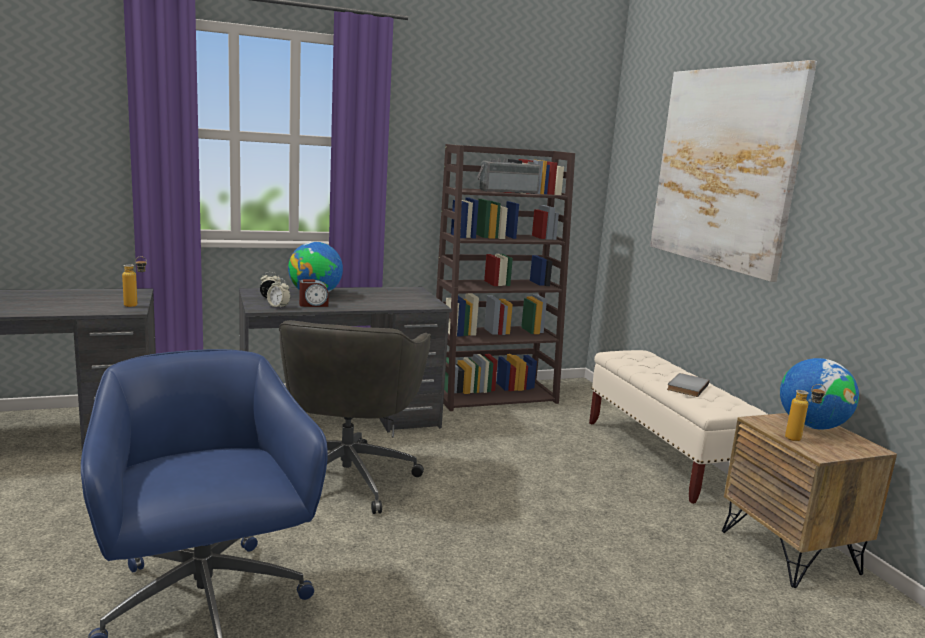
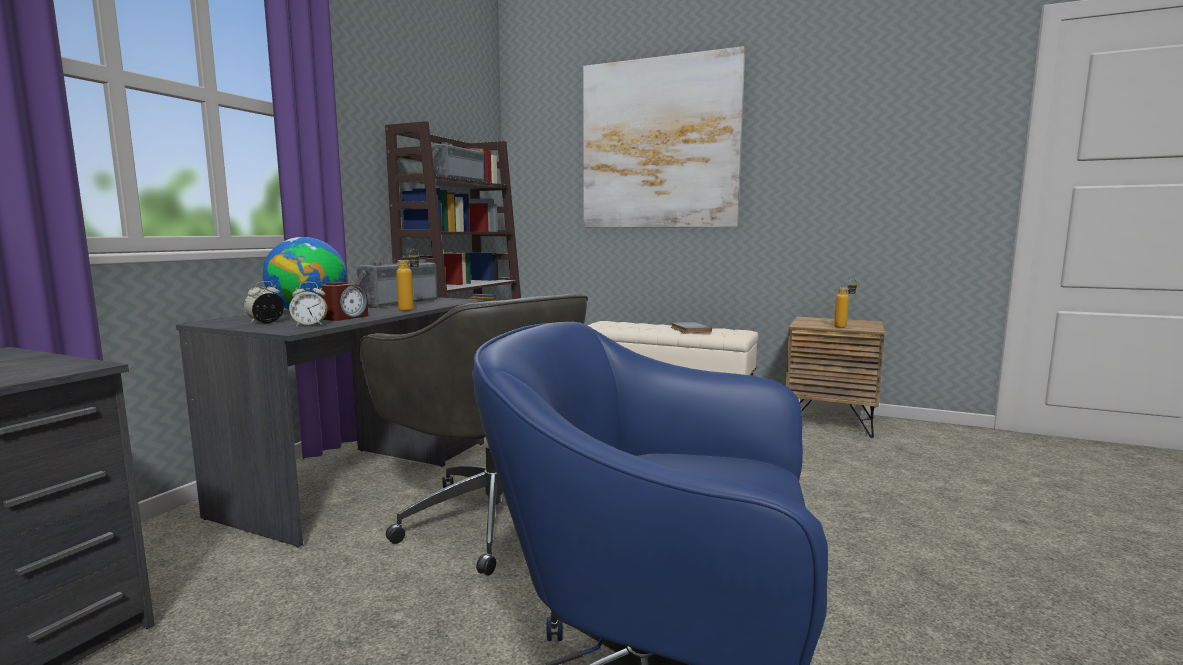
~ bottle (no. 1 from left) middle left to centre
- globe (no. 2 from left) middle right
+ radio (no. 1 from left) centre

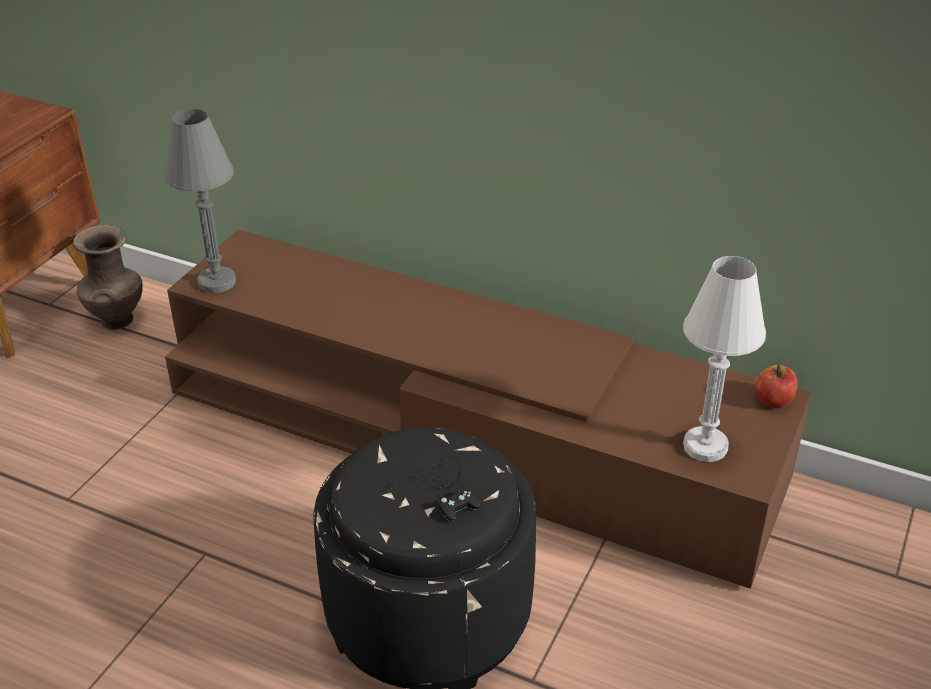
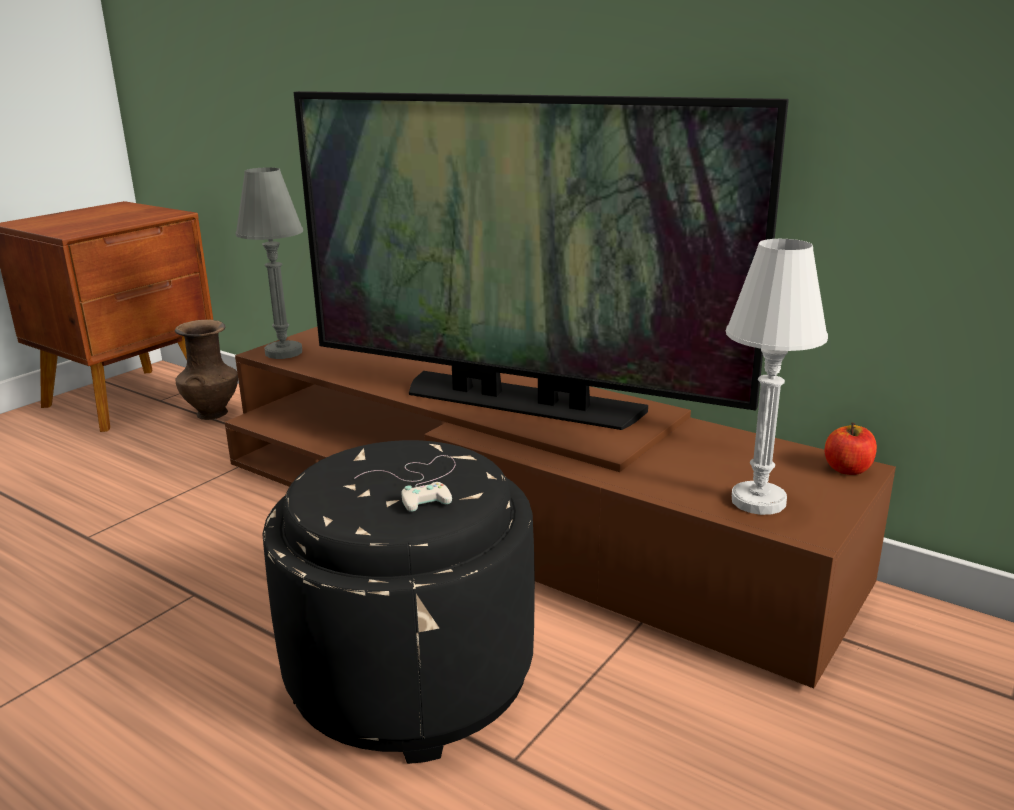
~ game controller/black bottom centre to game controller/white centre
+ television top centre

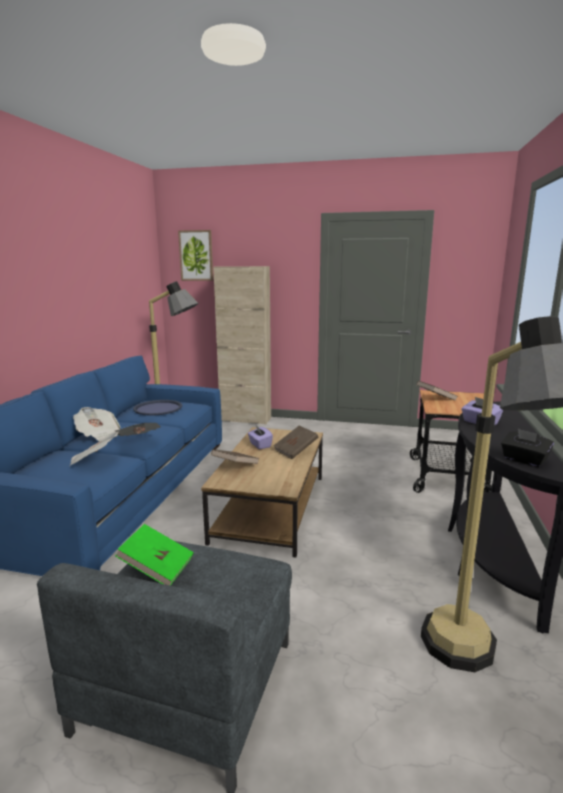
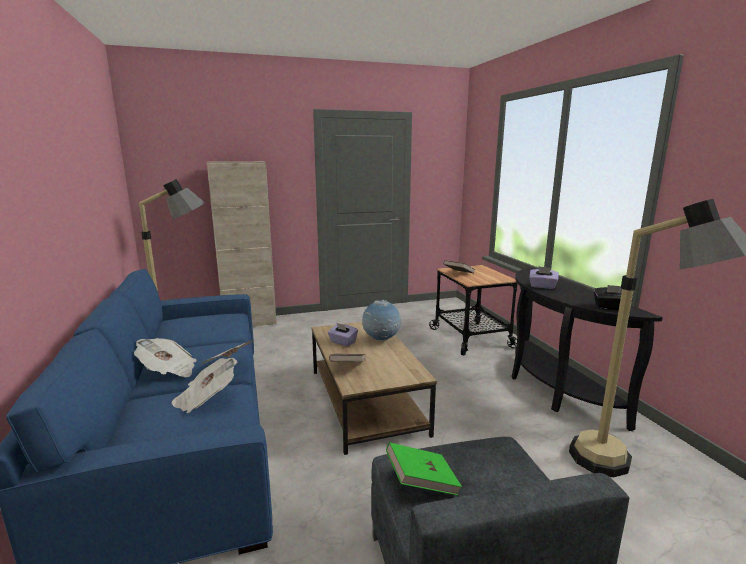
- tray/blue middle left
- picture top centre
~ book/brown (no. 2 from left) centre to globe centre

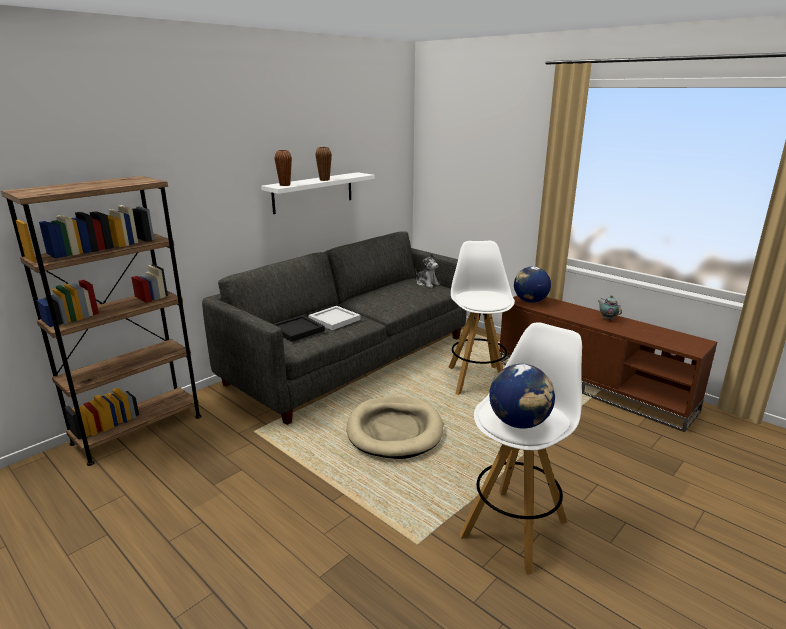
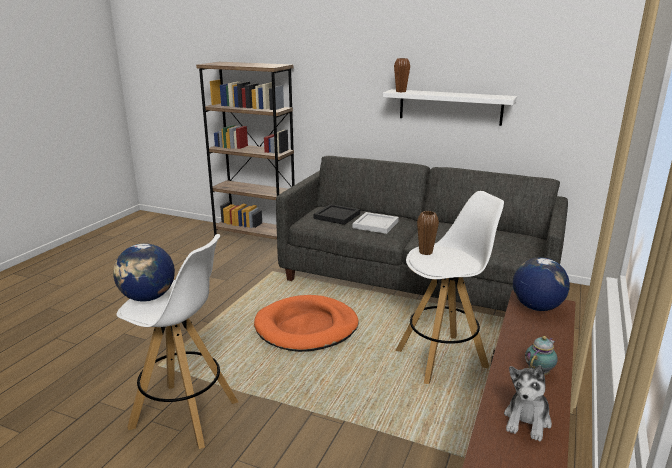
~ vase/brown (no. 2 from left) top centre to centre
~ dog bed/beige bottom centre to dog bed/orange bottom centre
~ plush toy centre to bottom right

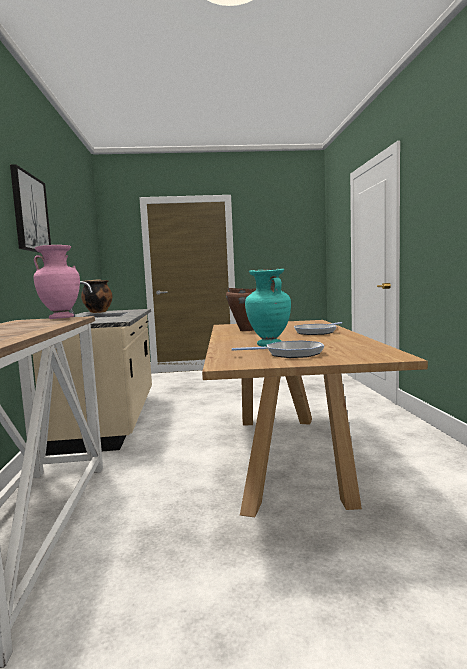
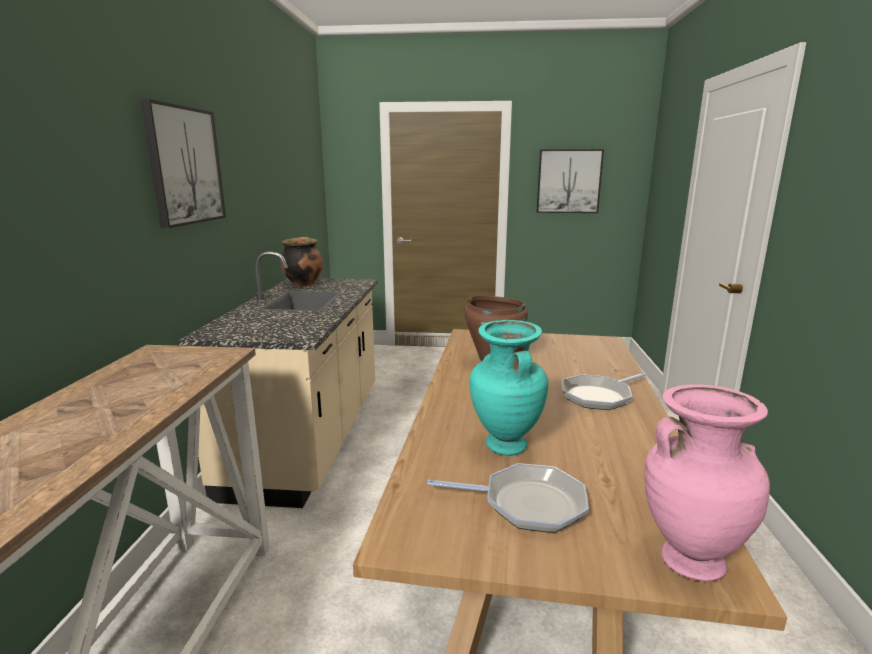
~ vase/pink middle left to bottom right
+ picture (no. 2 from left) top centre

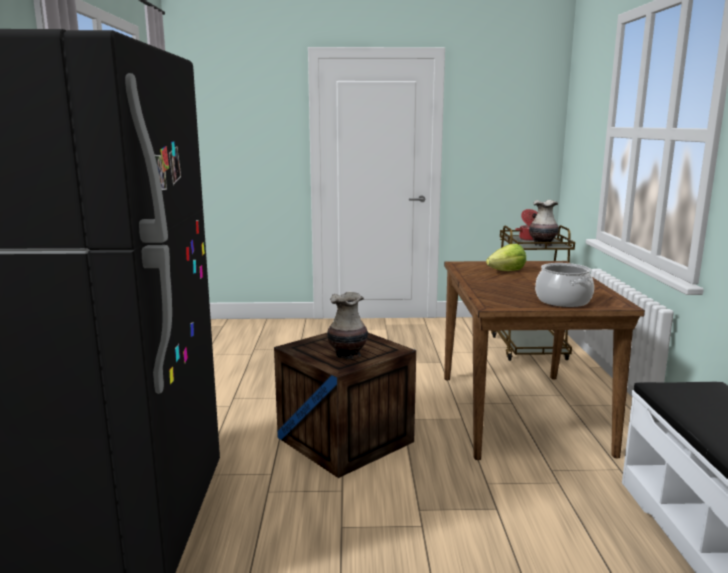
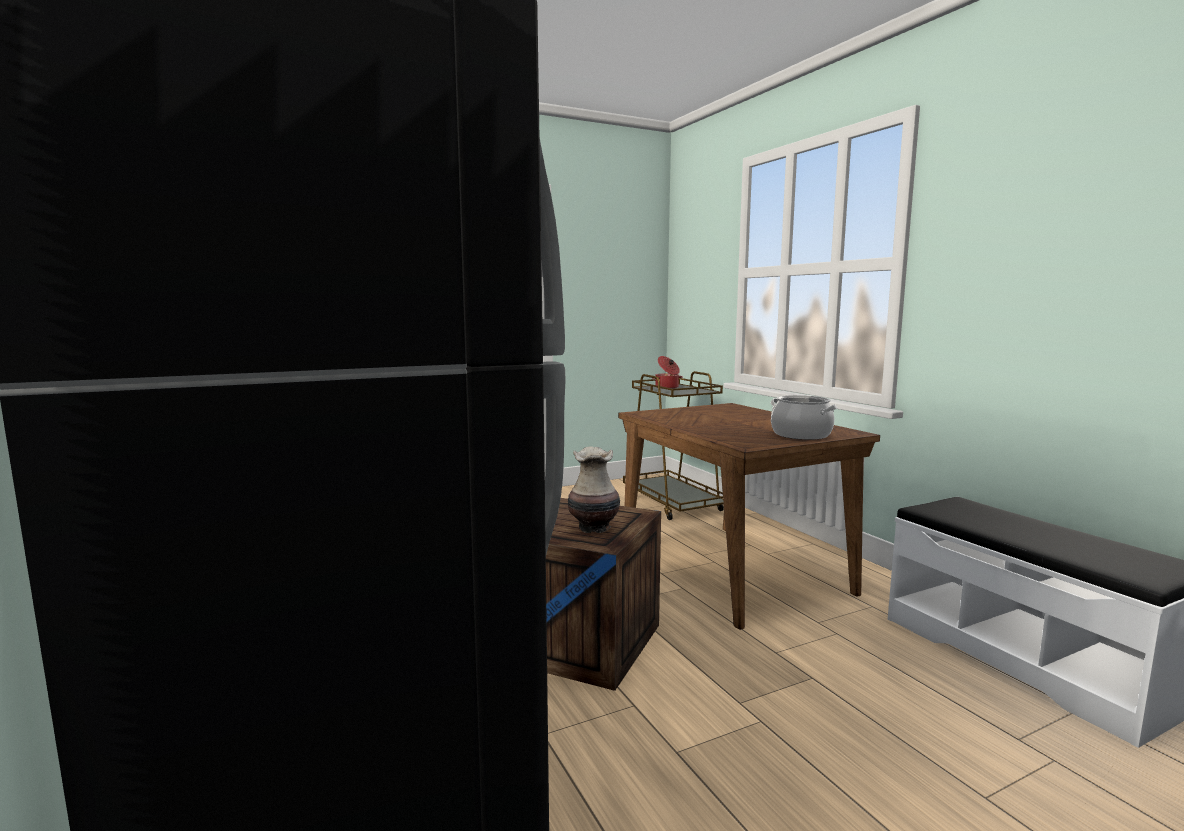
- lettuce middle right
- vase (no. 2 from left) middle right

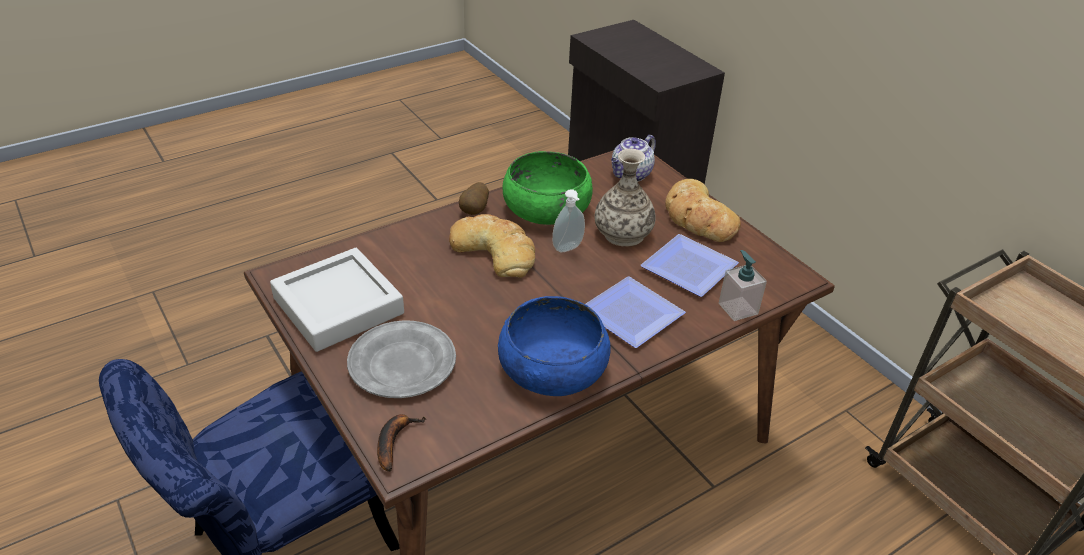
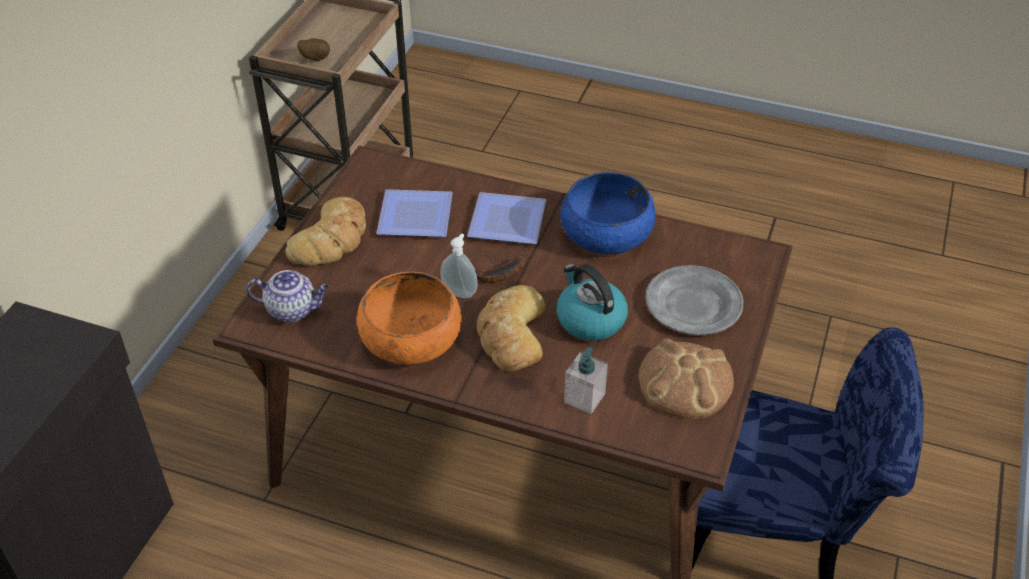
~ tray/grey middle left to bread (no. 3 from left) middle right
~ banana bottom centre to centre
~ potato centre to top left
~ bowl/green centre to bowl/orange centre
- vase centre
~ soap dispenser (no. 2 from left) middle right to centre
+ kettle centre

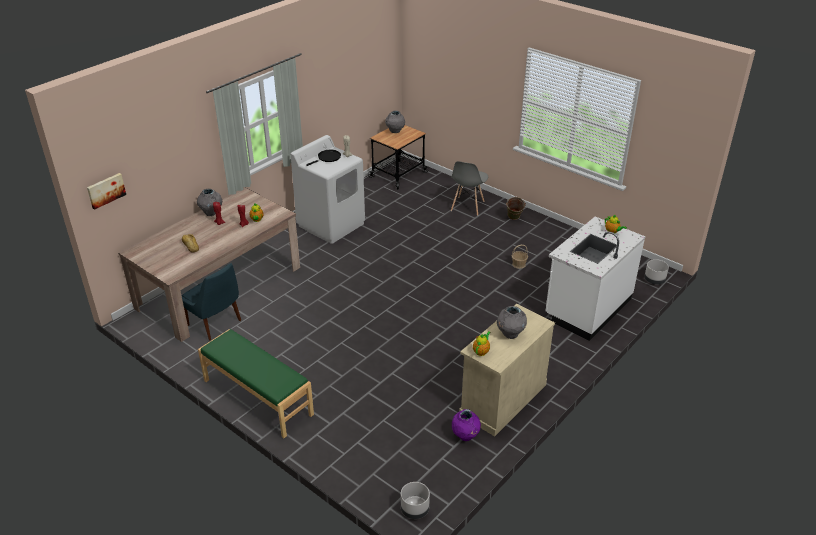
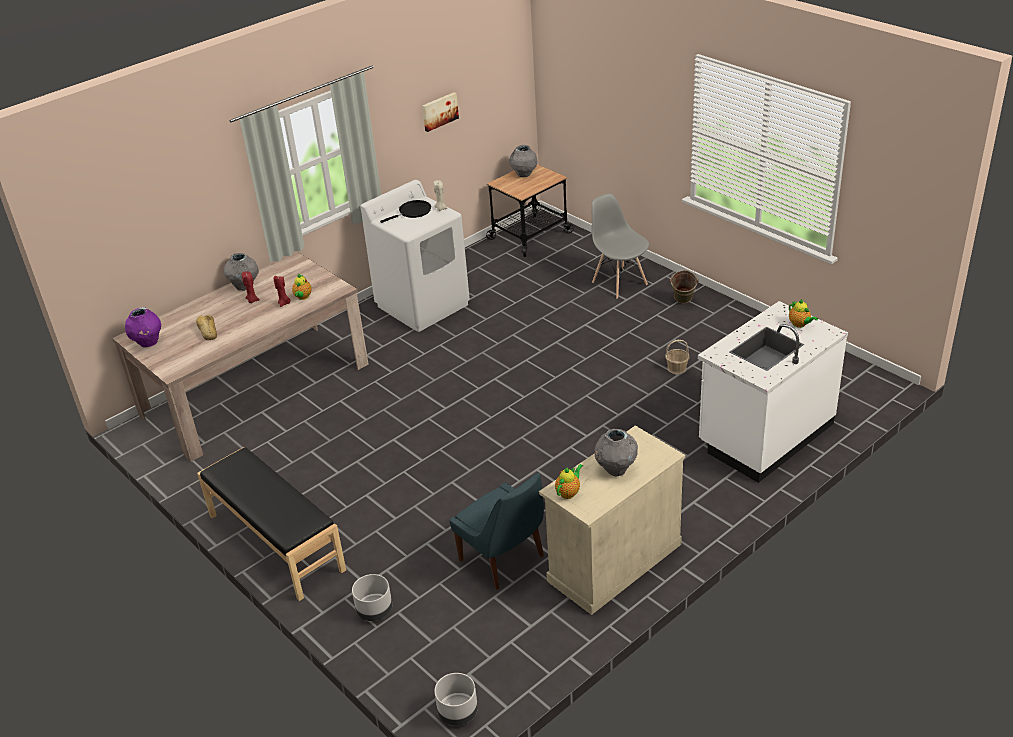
~ picture middle left to top centre
~ chair/blue middle left to bottom centre
~ bench/green bottom left to bench/black bottom left
~ chair/grey centre = centre 120 degrees clockwise
~ vase/purple bottom centre to middle left
~ planter/grey (no. 2 from left in the first image) middle right to planter/grey (no. 1 from left) bottom centre

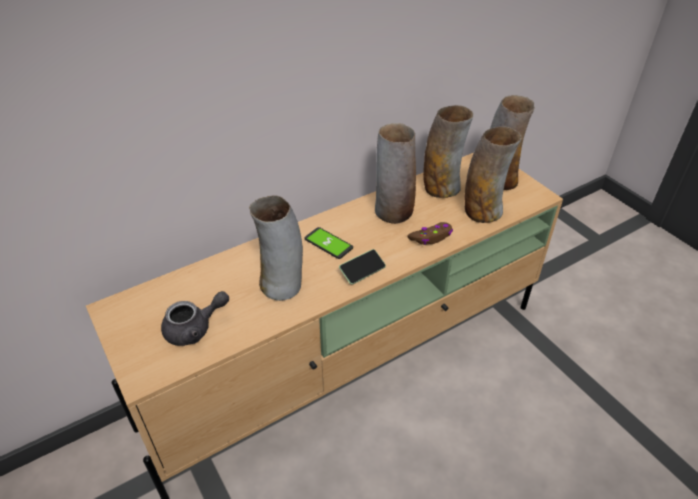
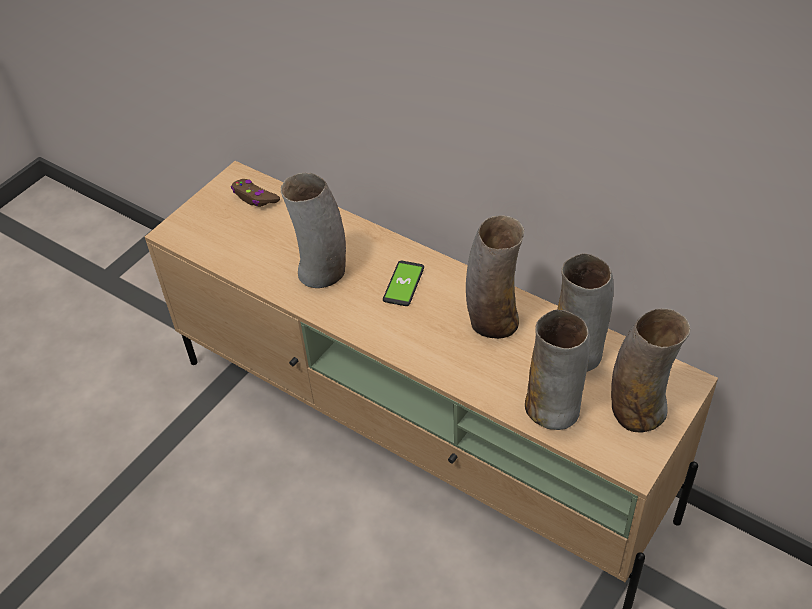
- teapot/grey middle left
- phone (no. 2 from left) centre
~ game controller/brown centre to top left

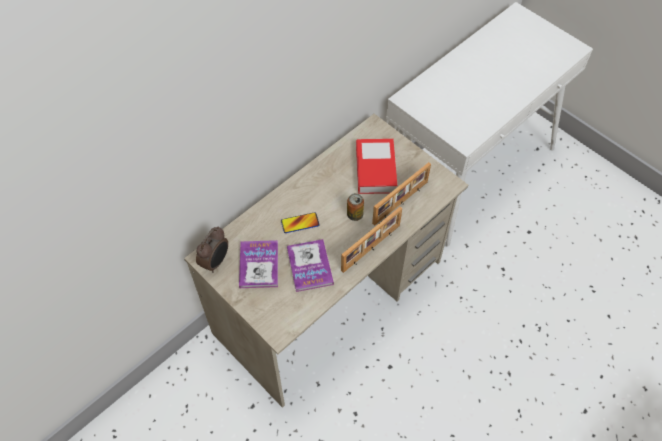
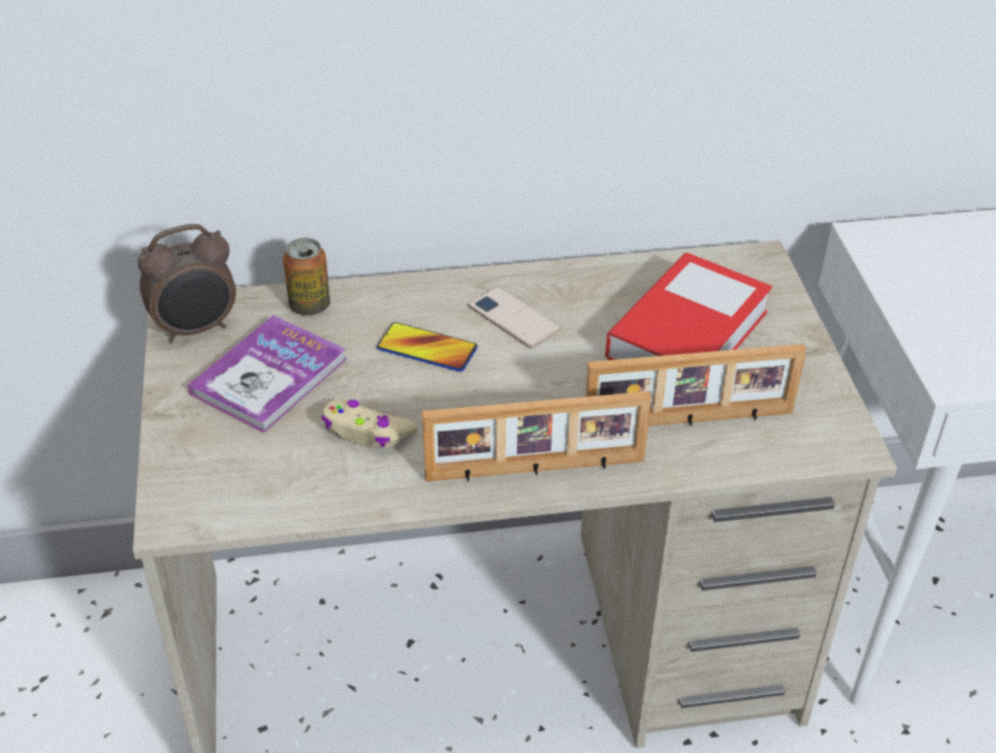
~ book (no. 2 from left) centre to game controller/beige centre
~ can centre to middle left
+ phone (no. 2 from left) centre

